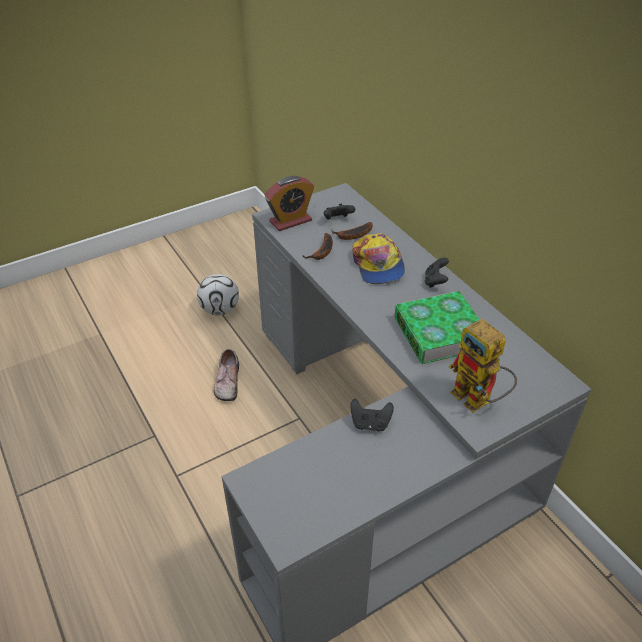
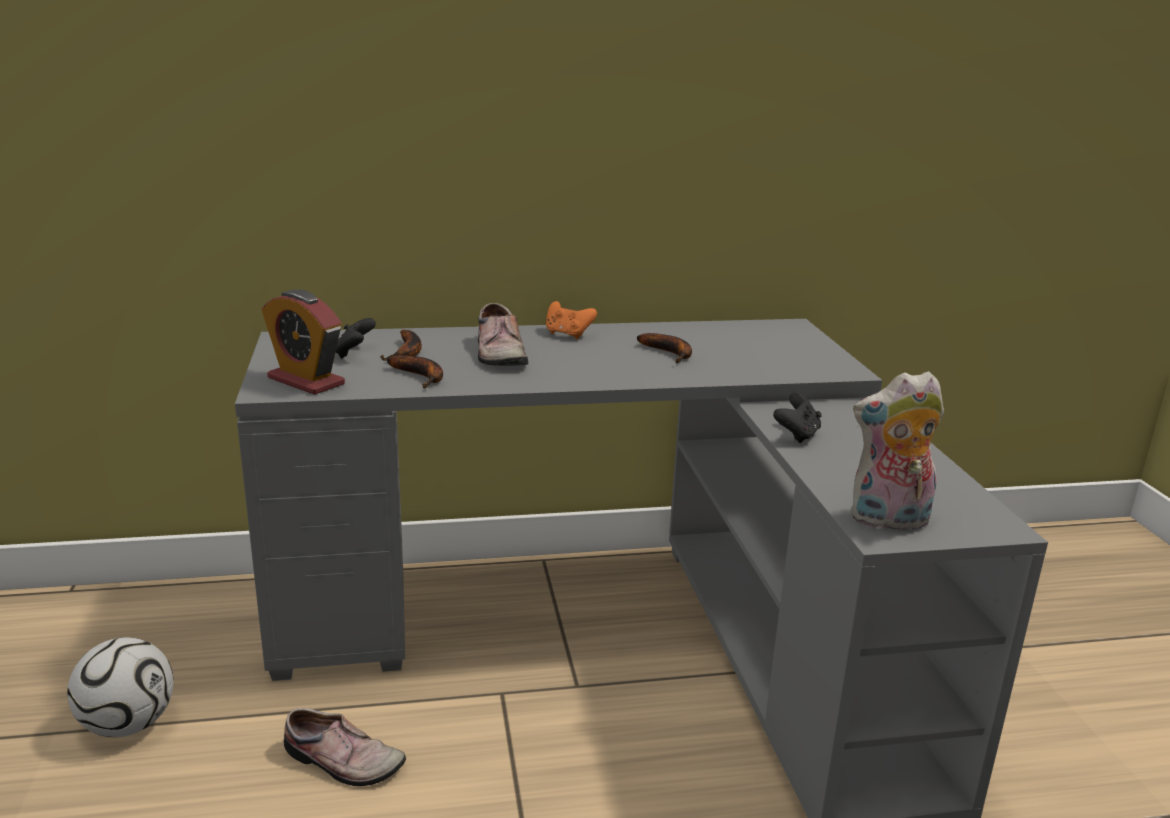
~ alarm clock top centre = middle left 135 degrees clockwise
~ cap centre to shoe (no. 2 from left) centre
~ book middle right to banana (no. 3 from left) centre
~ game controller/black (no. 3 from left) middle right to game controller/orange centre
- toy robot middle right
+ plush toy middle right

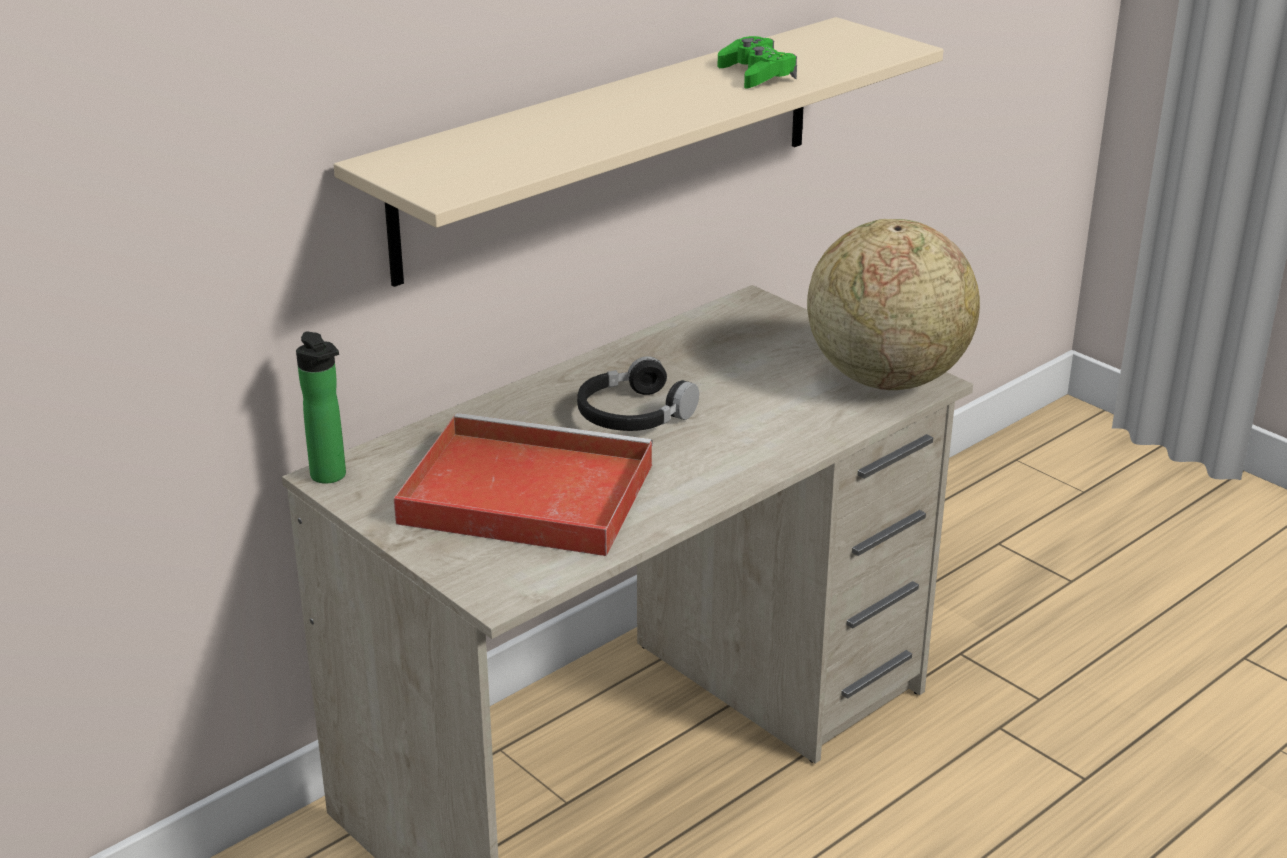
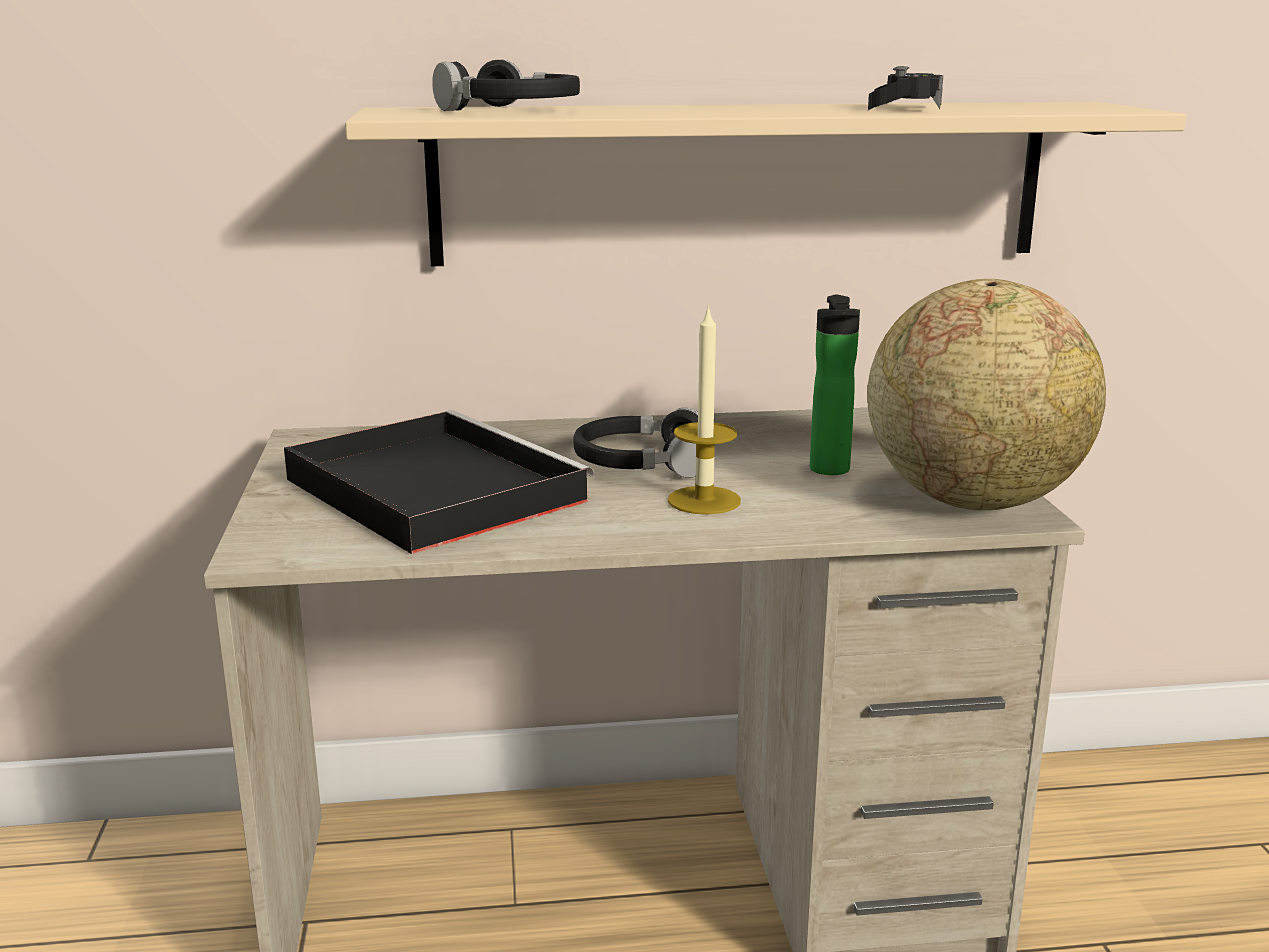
~ bottle middle left to centre
~ tray/red centre to tray/black centre
~ game controller/green top centre to game controller/black top right
+ headphones/black (no. 1 from left) top centre
+ candle centre

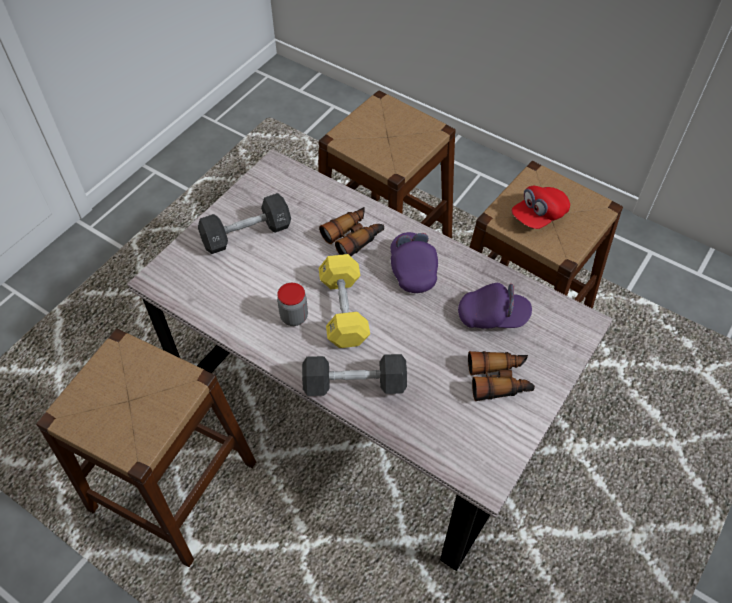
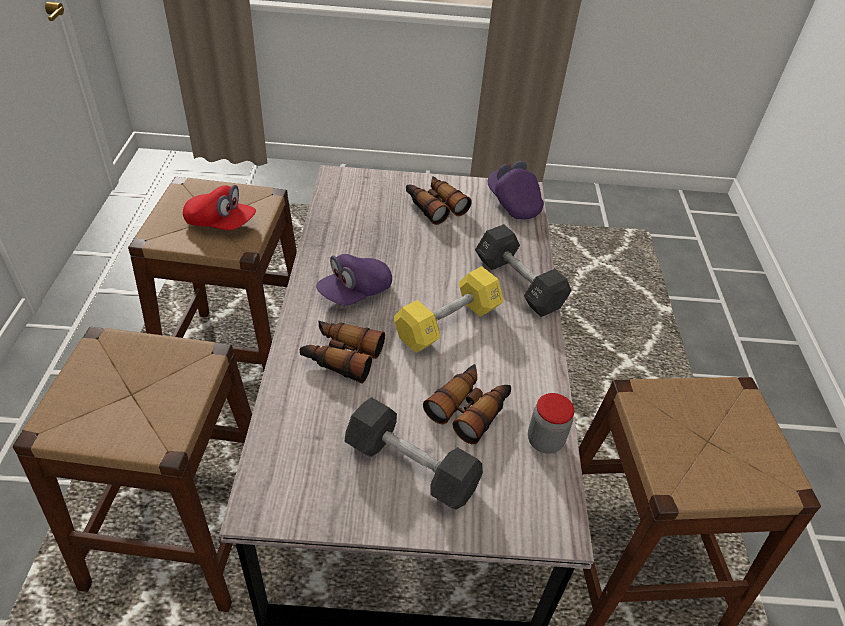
~ jar centre to bottom centre
~ cap/purple (no. 2 from left) middle right to top centre
+ binoculars (no. 3 from left) centre

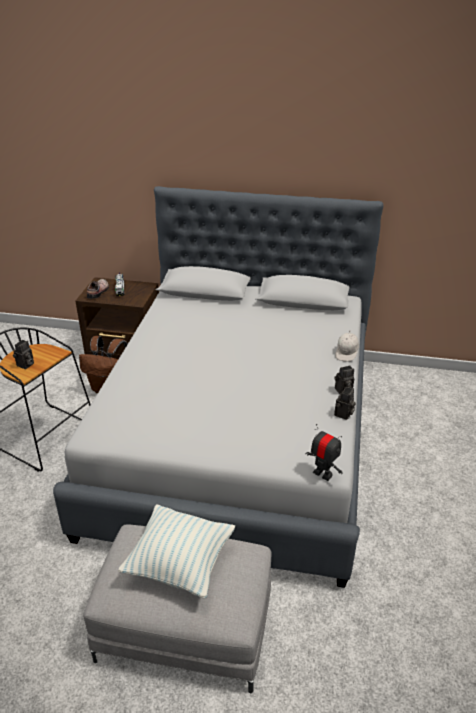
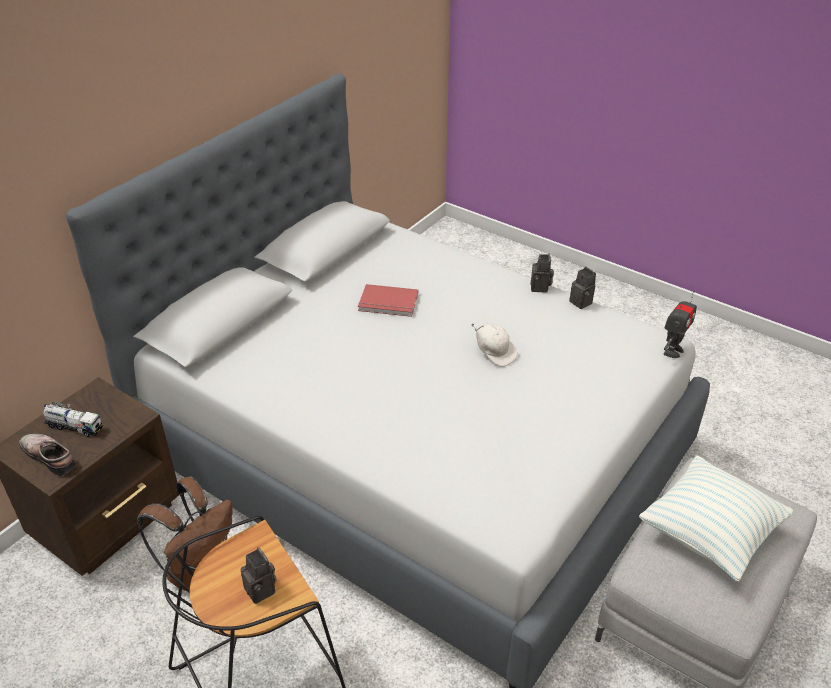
~ toy robot middle right = middle right 150 degrees clockwise
~ cap/white middle right to centre
+ book/red centre

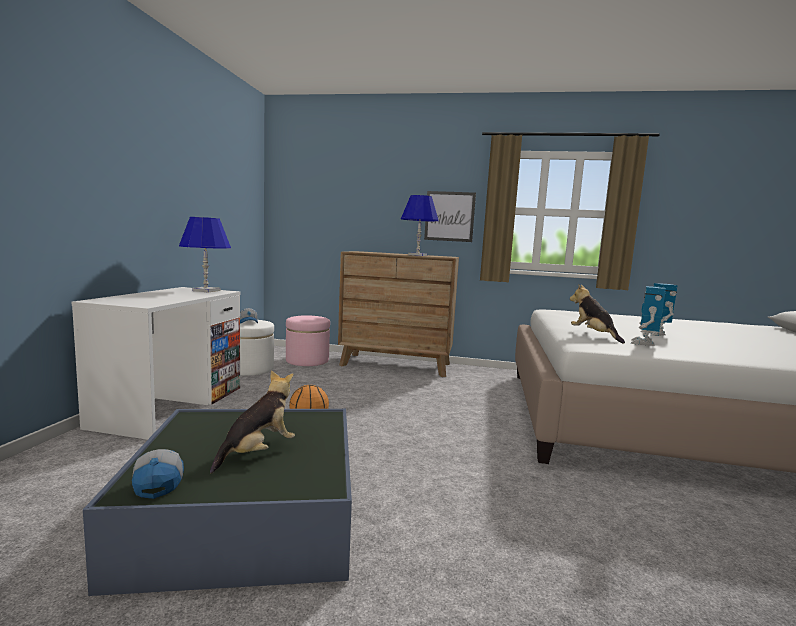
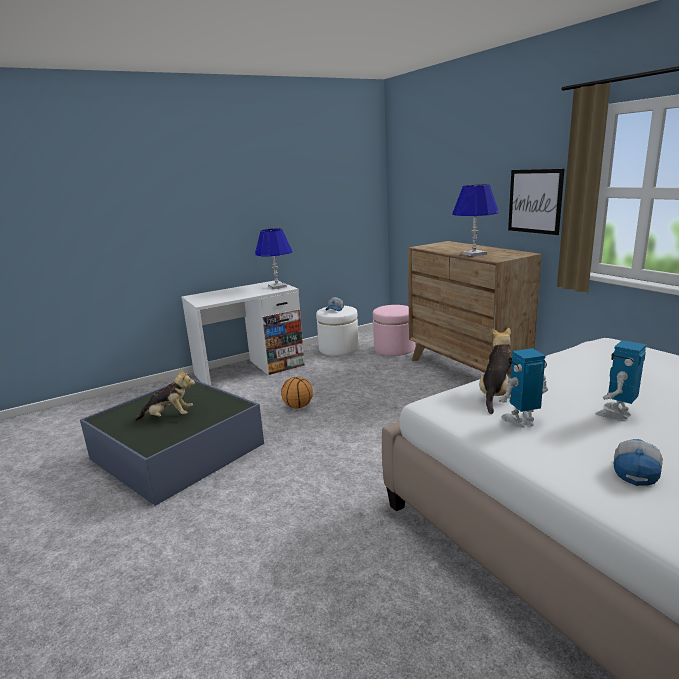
~ cap (no. 1 from left in the first image) bottom left to cap (no. 2 from left) bottom right

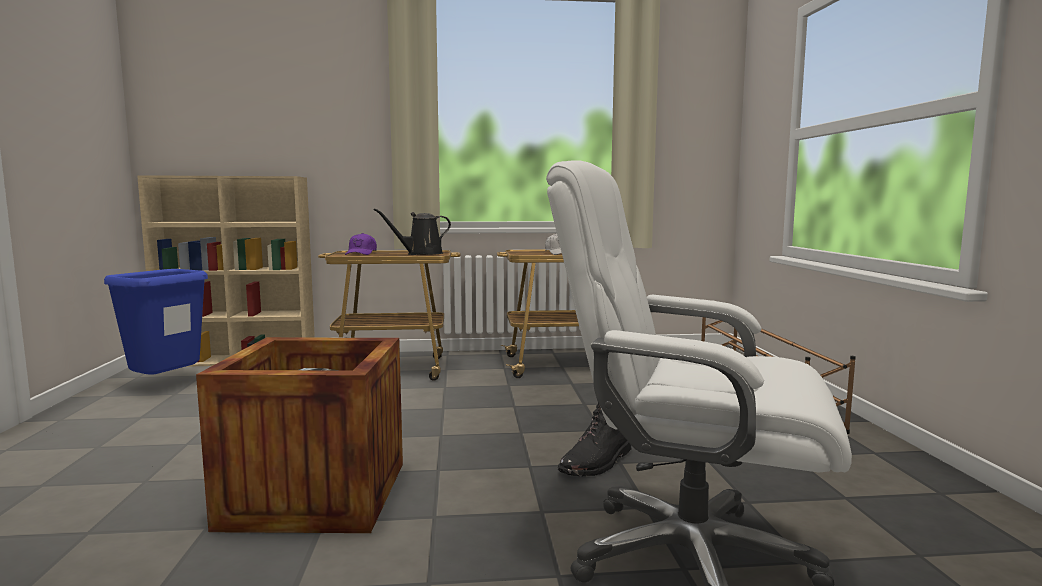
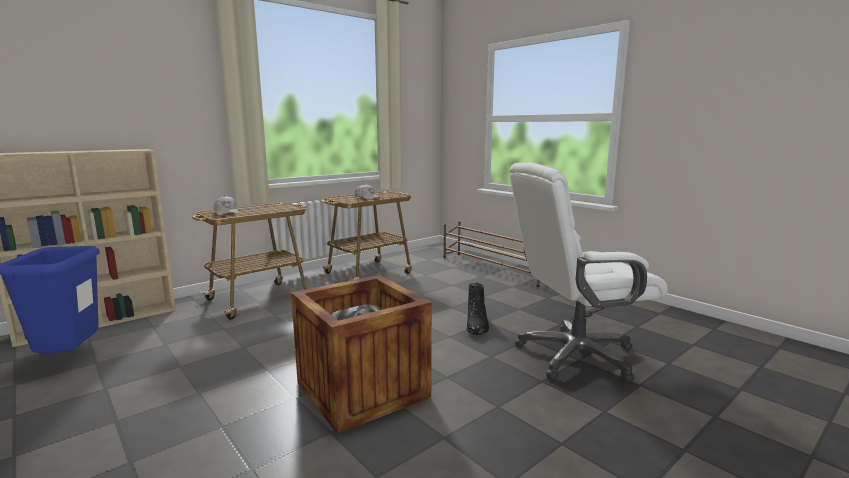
~ cap/purple centre to cap/white (no. 1 from left) middle left
- watering can/black centre

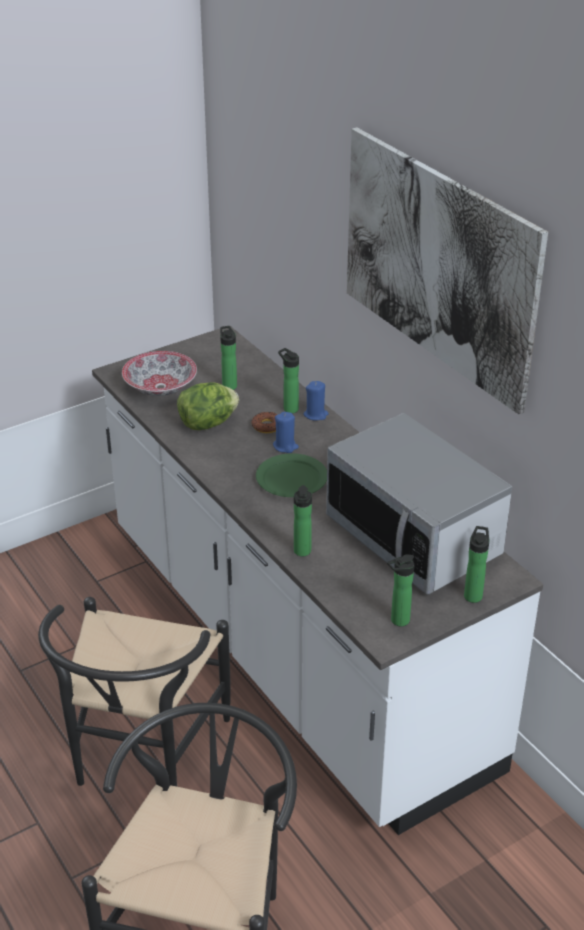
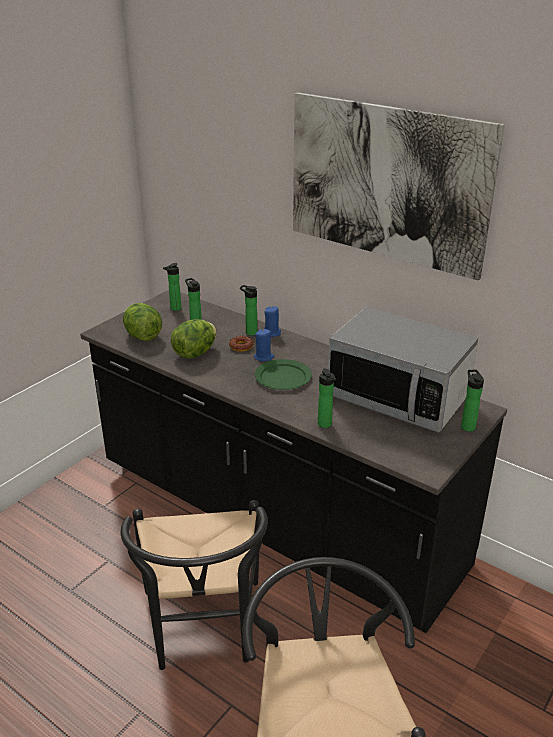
~ counter/white centre to counter/black centre
~ bowl middle left to lettuce (no. 1 from left) middle left
~ bottle (no. 4 from left in the first image) middle right to bottle (no. 1 from left) middle left

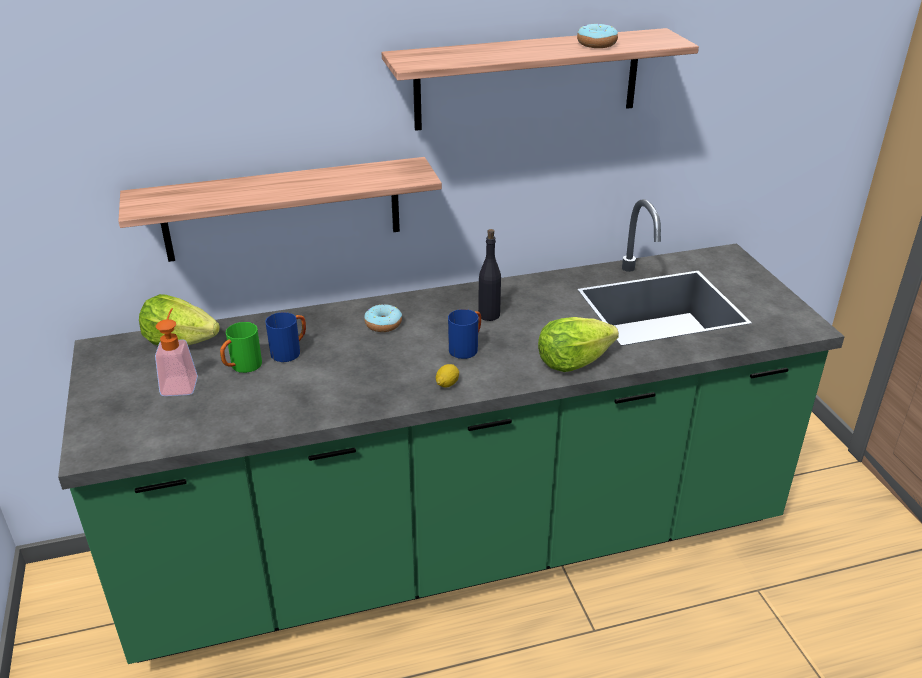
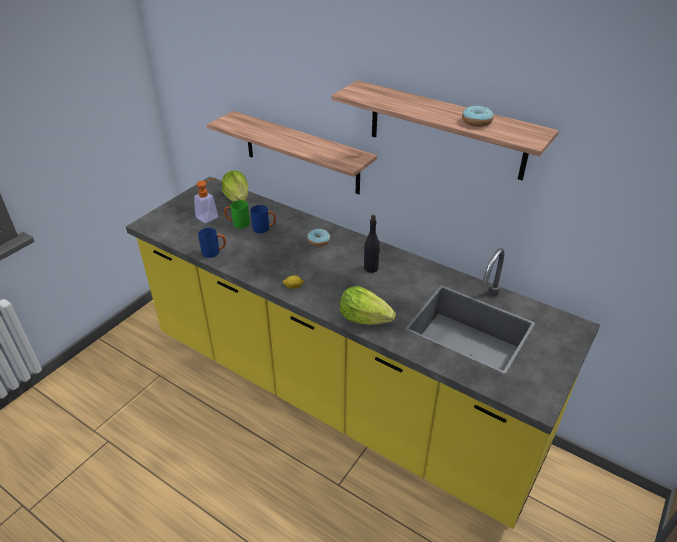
~ counter/green centre to counter/yellow centre
~ mug/blue (no. 2 from left in the first image) centre to mug/blue (no. 1 from left) middle left

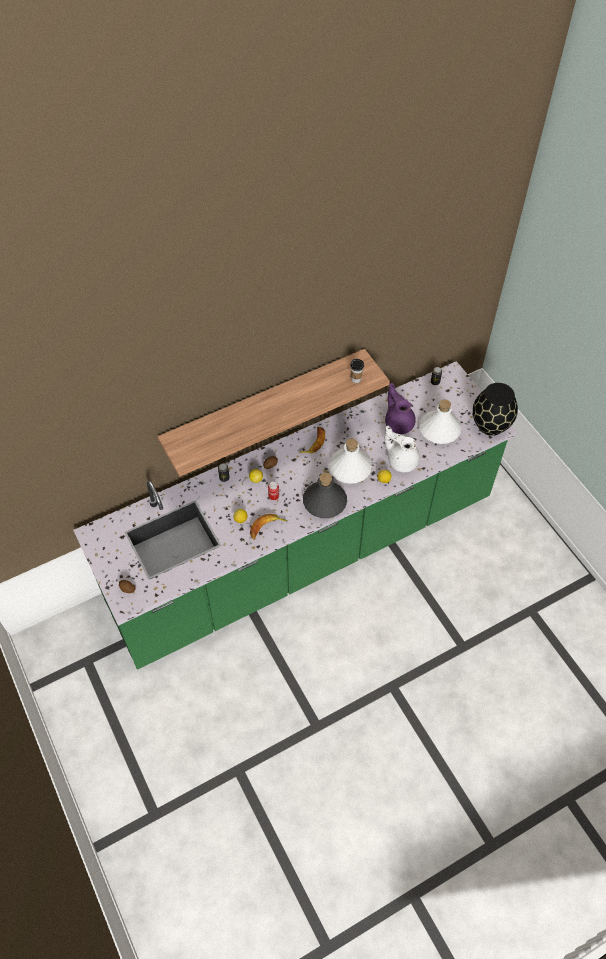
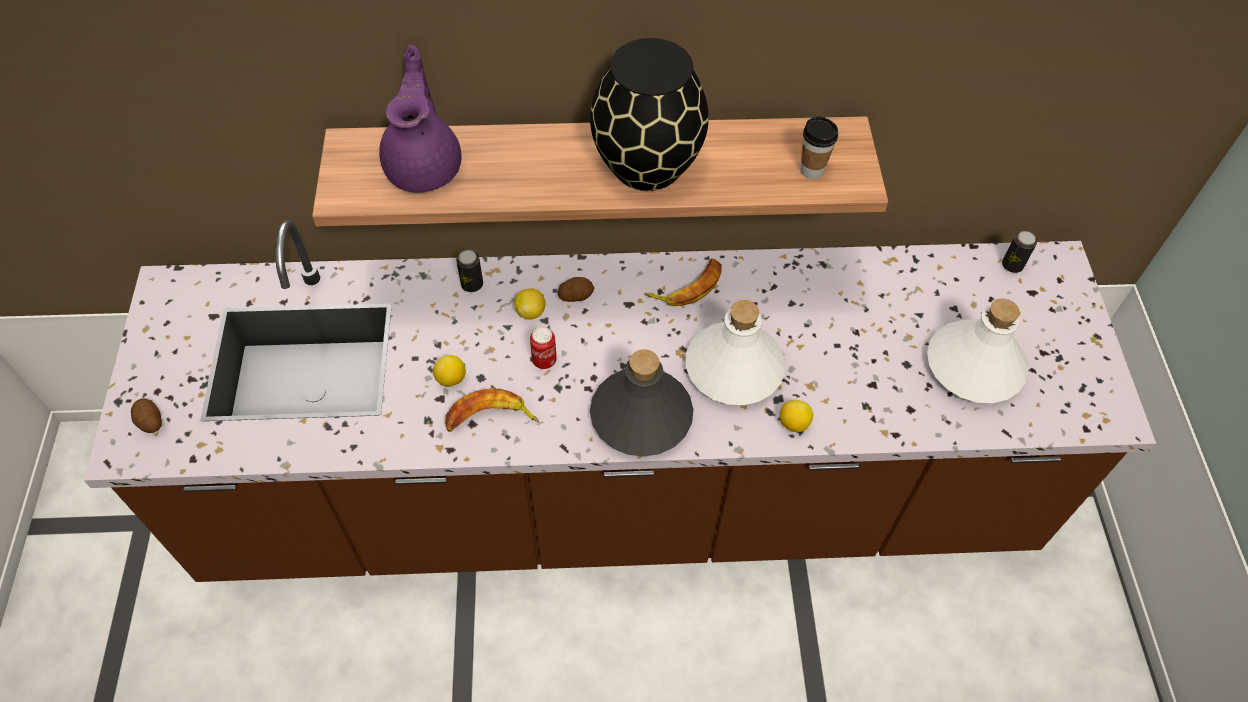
~ counter/green centre to counter/brown centre
- teapot/white centre
~ teapot/purple centre to top centre
~ vase/black middle right to top centre

